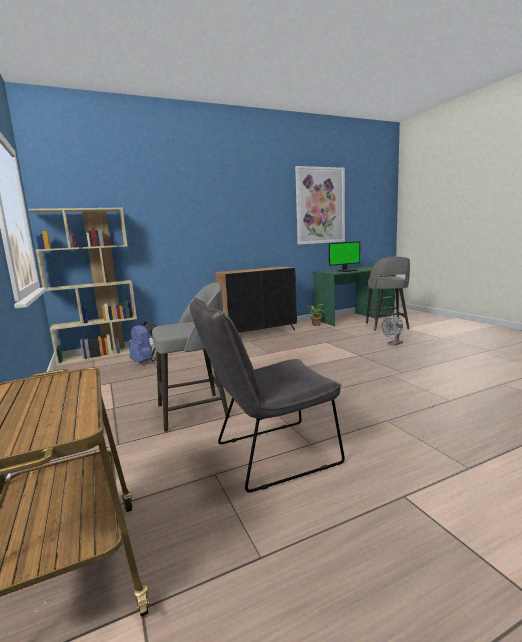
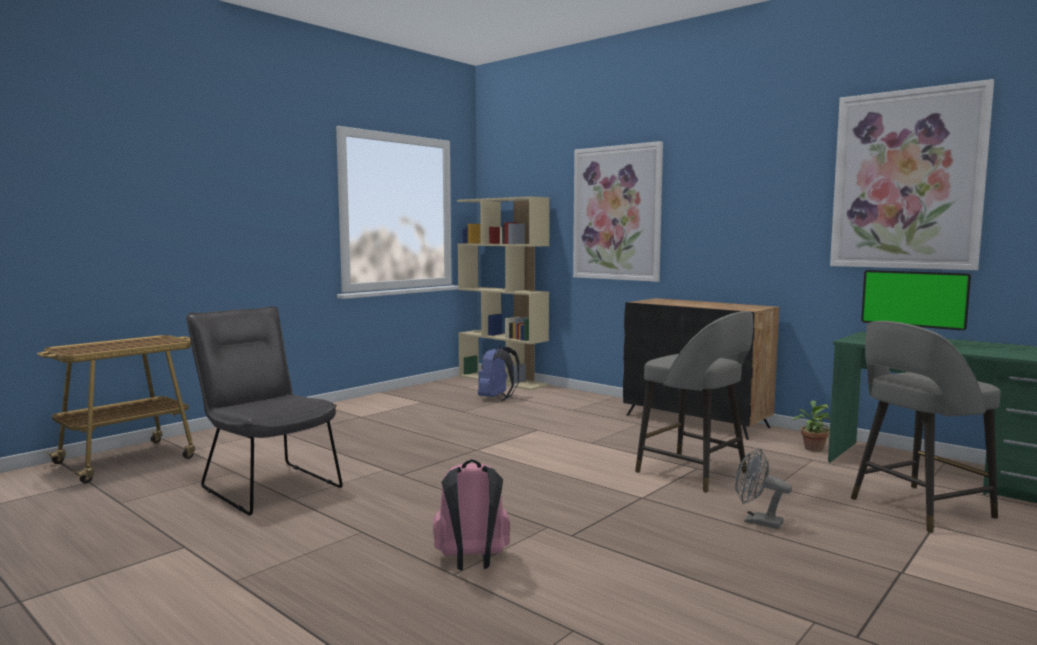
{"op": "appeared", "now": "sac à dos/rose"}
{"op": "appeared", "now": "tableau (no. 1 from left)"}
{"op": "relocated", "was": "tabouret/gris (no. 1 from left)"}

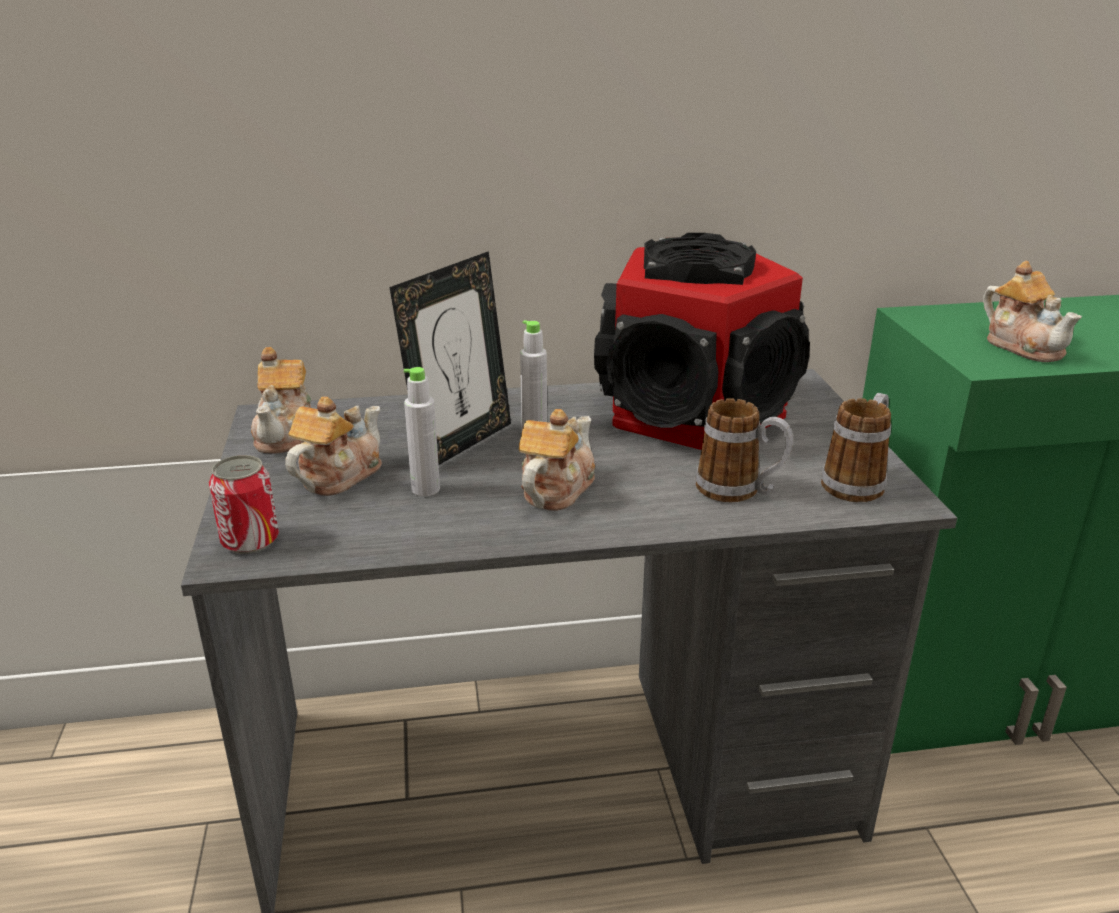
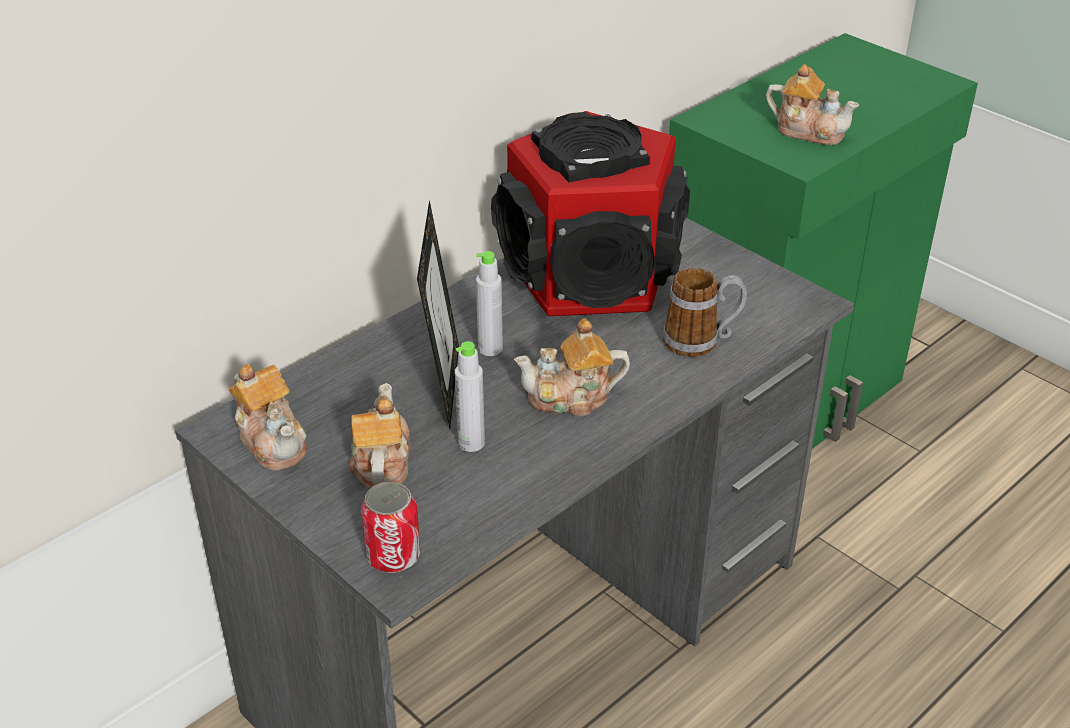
{"op": "missing", "was": "mug (no. 2 from left)"}
{"op": "spun", "was": "théière (no. 3 from left)", "clockwise": -90}

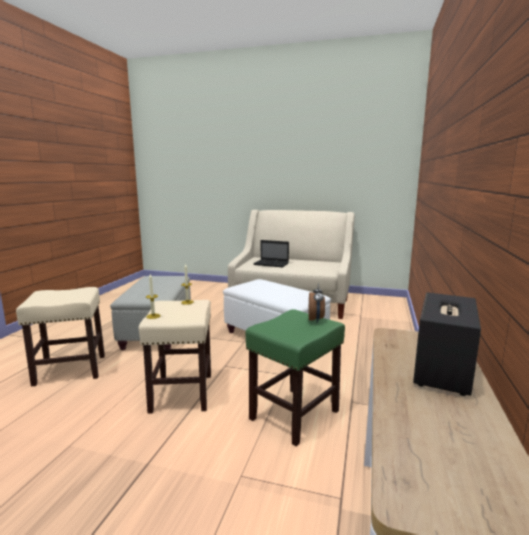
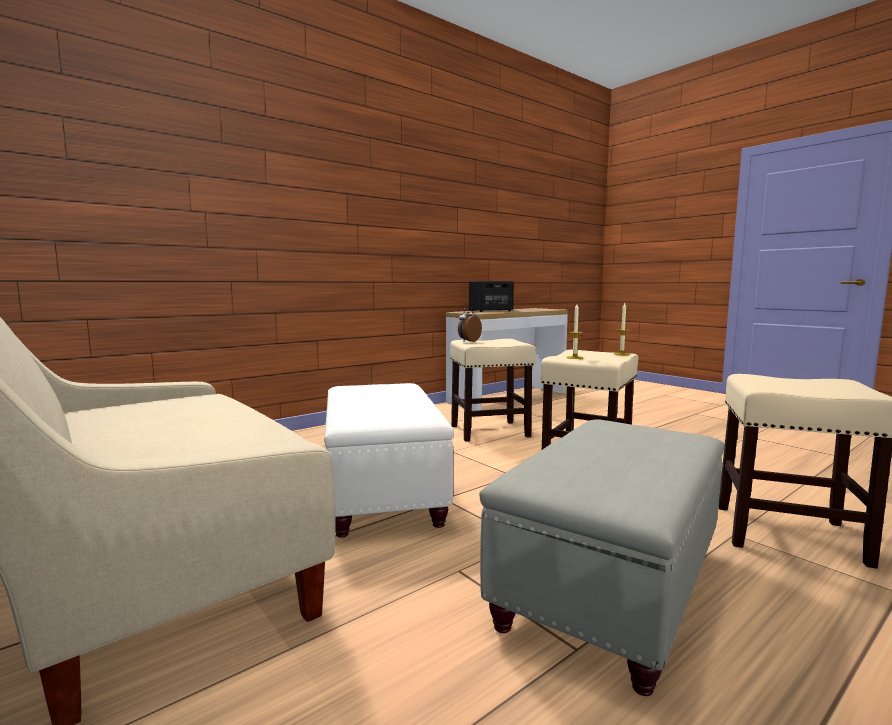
{"op": "missing", "was": "ordinateur portable"}
{"op": "colour", "was": "tabouret/vert", "now": "tabouret/beige (no. 1 from left)"}

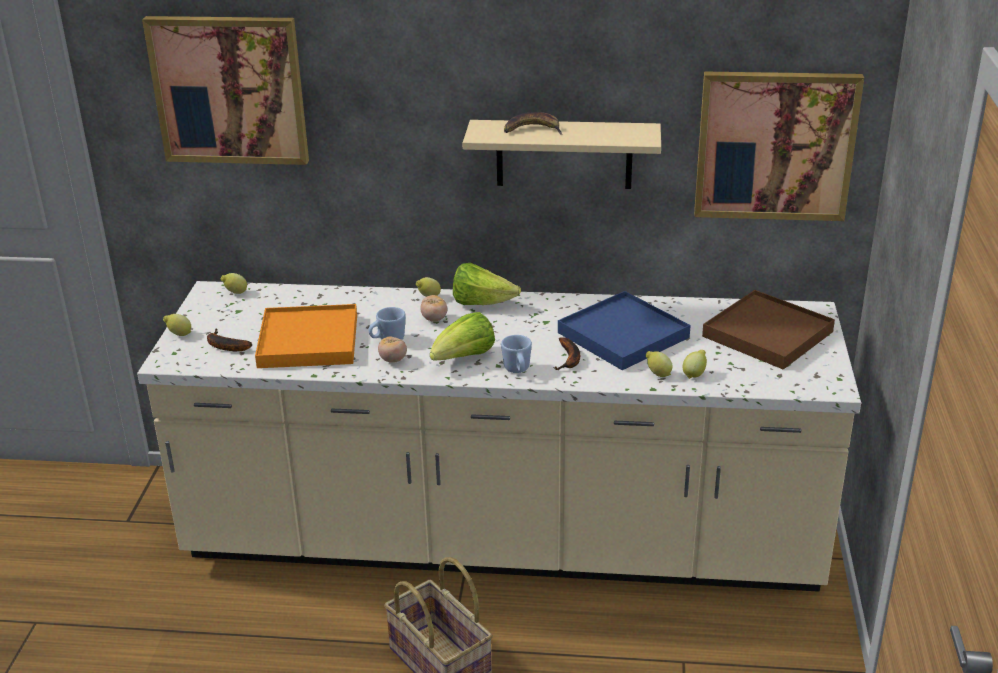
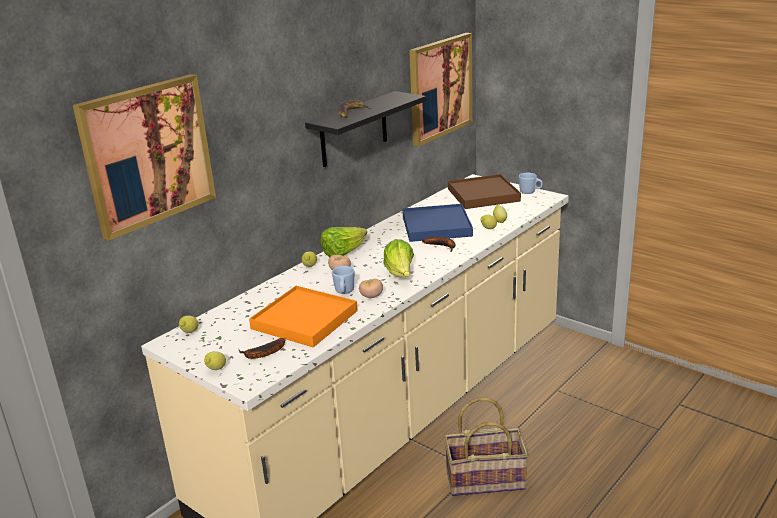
{"op": "relocated", "was": "mug/bleu (no. 2 from left)"}
{"op": "colour", "was": "étagère/beige", "now": "étagère/noir"}

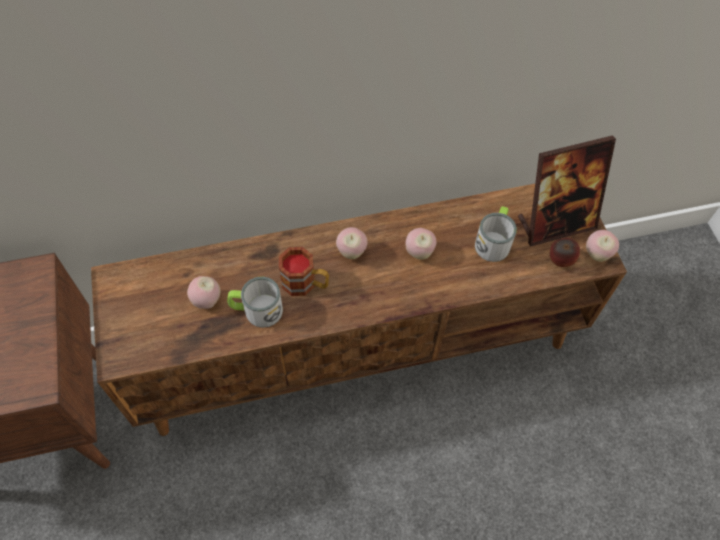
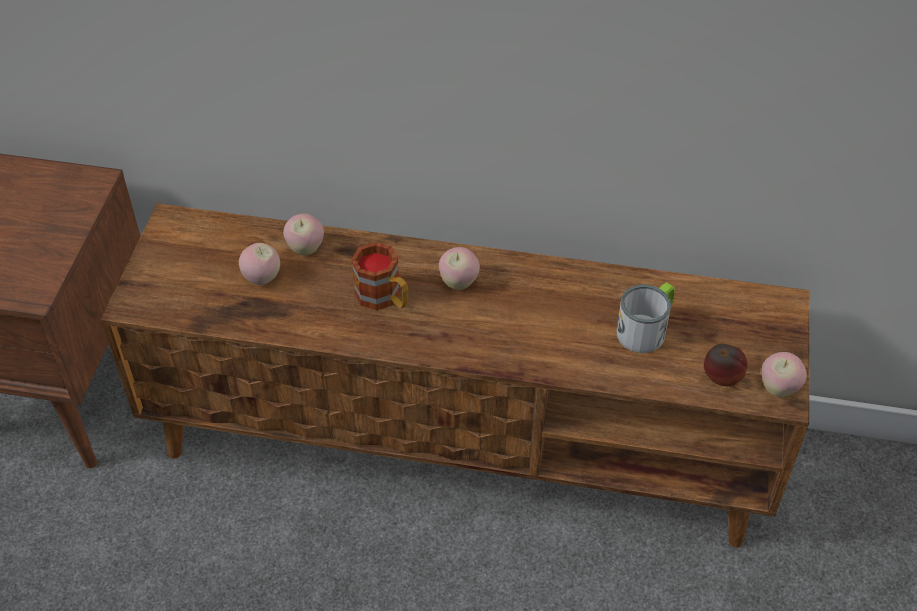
{"op": "missing", "was": "mug (no. 1 from left)"}
{"op": "missing", "was": "cadre photo"}
{"op": "relocated", "was": "pomme (no. 3 from left in the first image)", "now": "pomme (no. 2 from left)"}

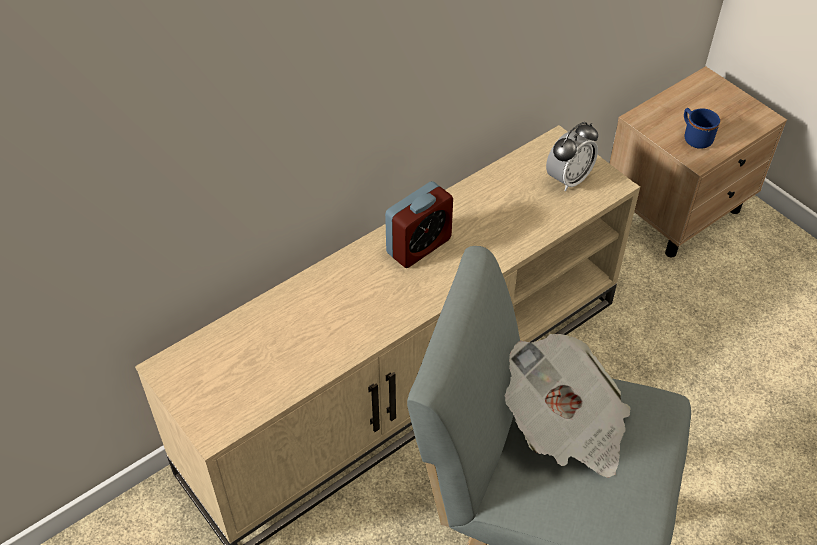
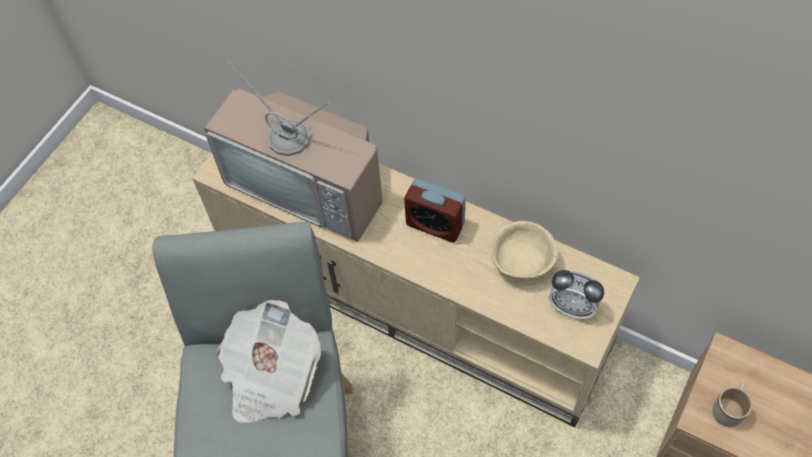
{"op": "appeared", "now": "téléviseur"}
{"op": "appeared", "now": "bol/beige"}
{"op": "colour", "was": "mug/bleu", "now": "mug/beige"}

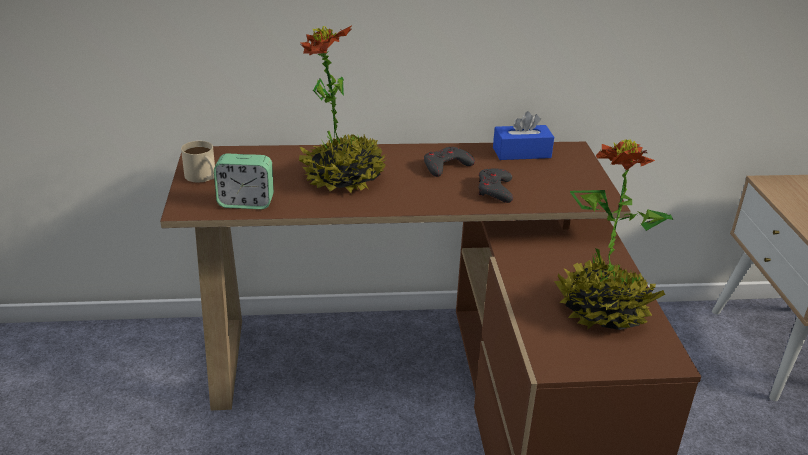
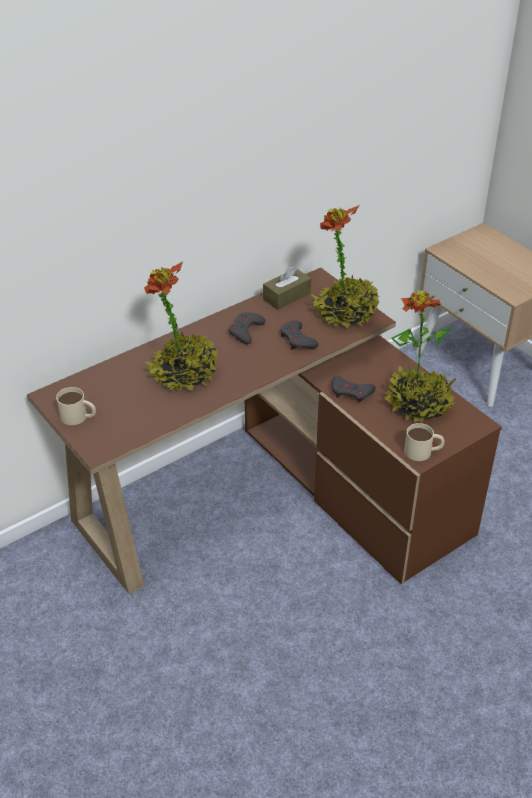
{"op": "missing", "was": "réveil"}
{"op": "appeared", "now": "plante en pot (no. 2 from left)"}
{"op": "appeared", "now": "manette/gris (no. 3 from left)"}
{"op": "appeared", "now": "mug/beige (no. 2 from left)"}
{"op": "colour", "was": "boîte à mouchoirs/bleu", "now": "boîte à mouchoirs/marron"}

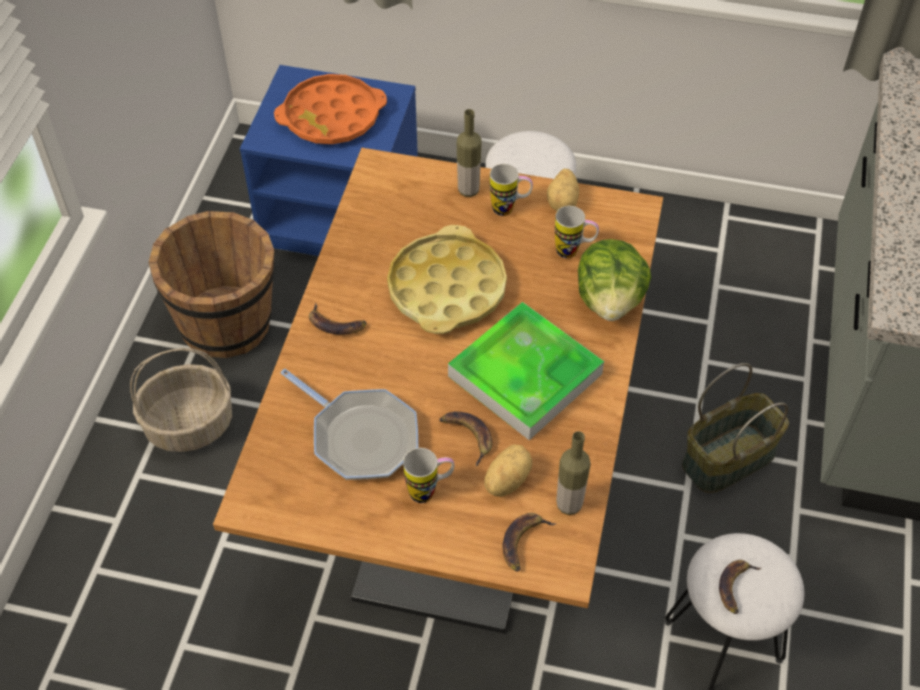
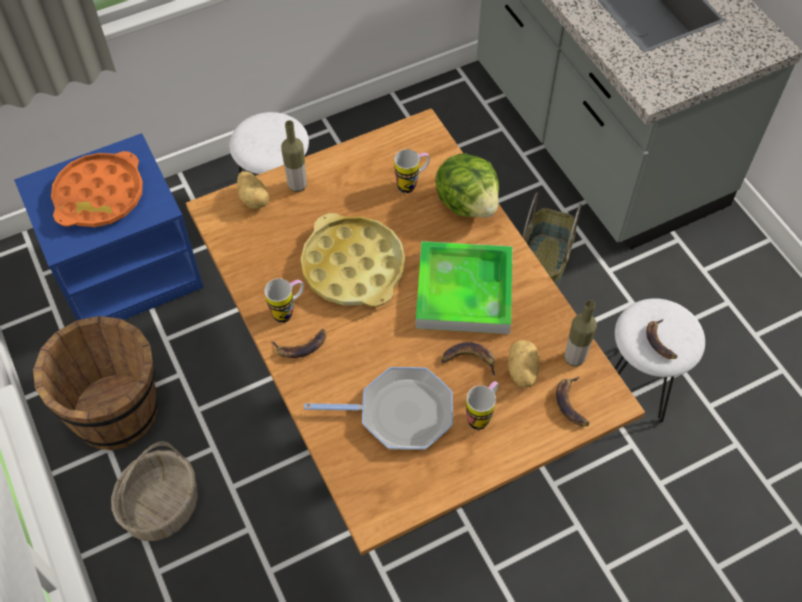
{"op": "relocated", "was": "mug (no. 2 from left in the first image)", "now": "mug (no. 1 from left)"}
{"op": "relocated", "was": "pomme de terre (no. 2 from left in the first image)", "now": "pomme de terre (no. 1 from left)"}

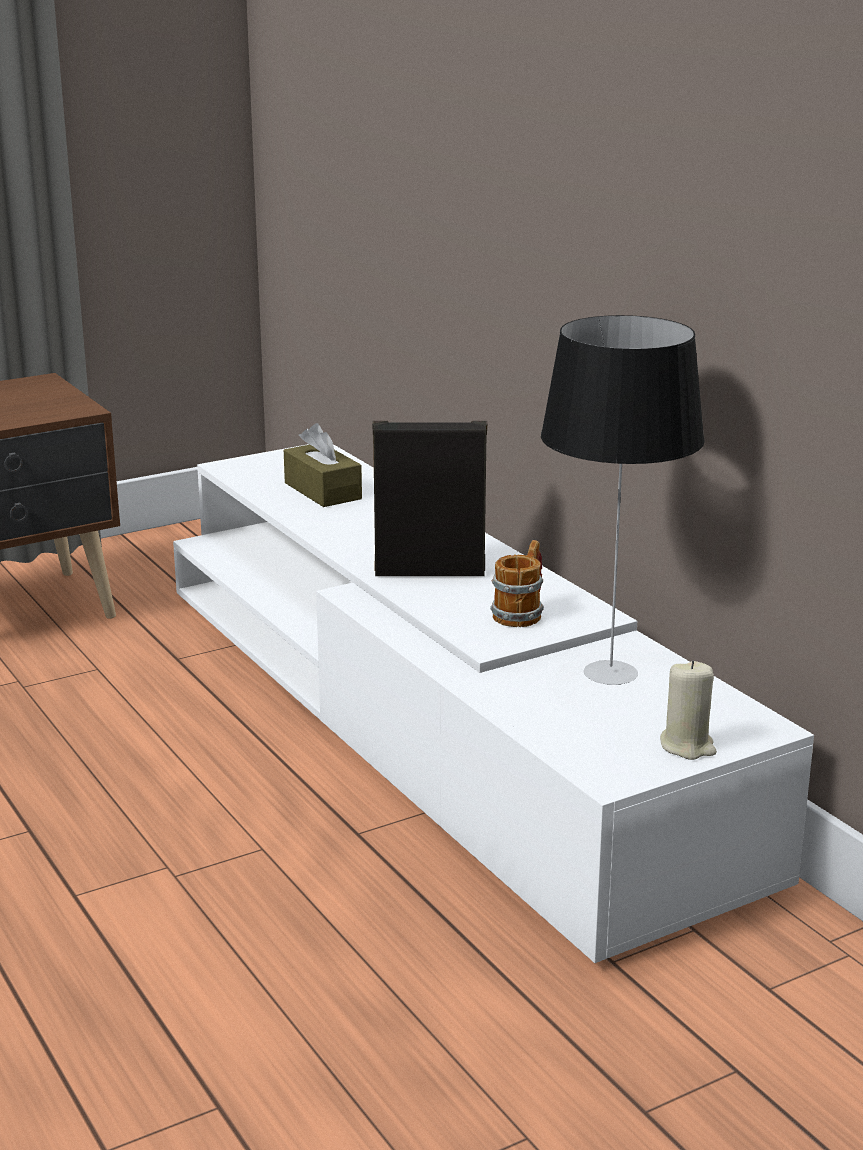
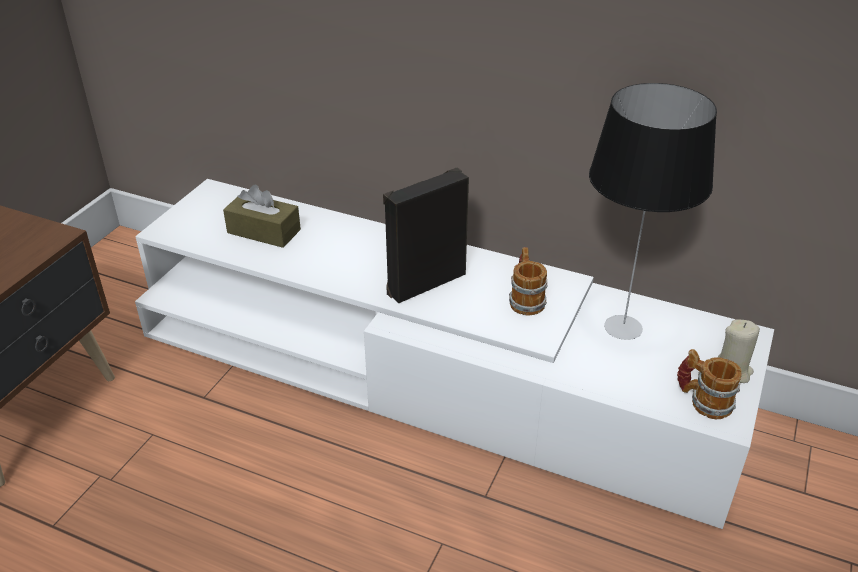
{"op": "appeared", "now": "mug (no. 2 from left)"}

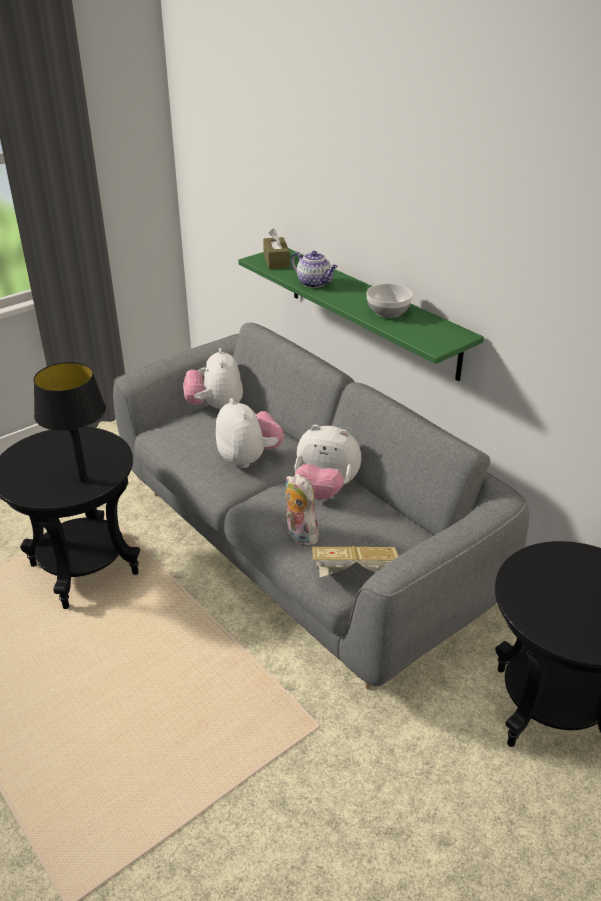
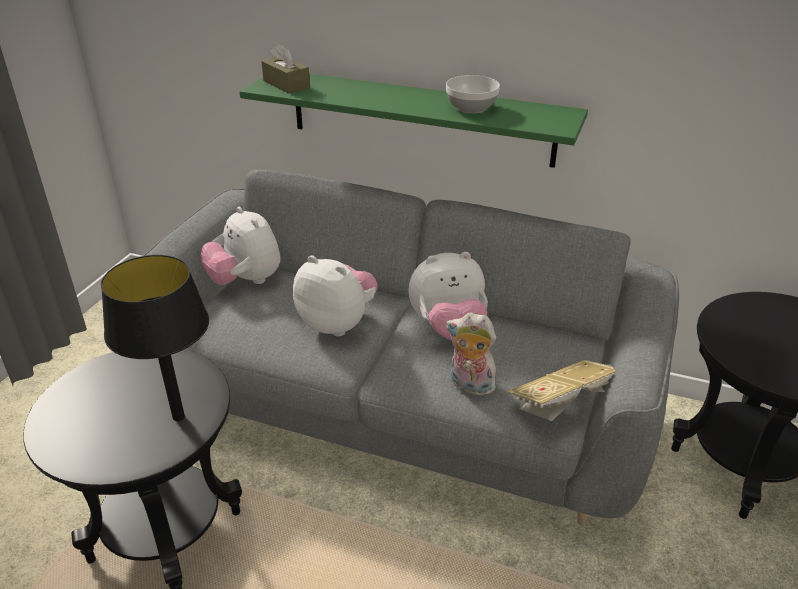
{"op": "missing", "was": "théière"}

